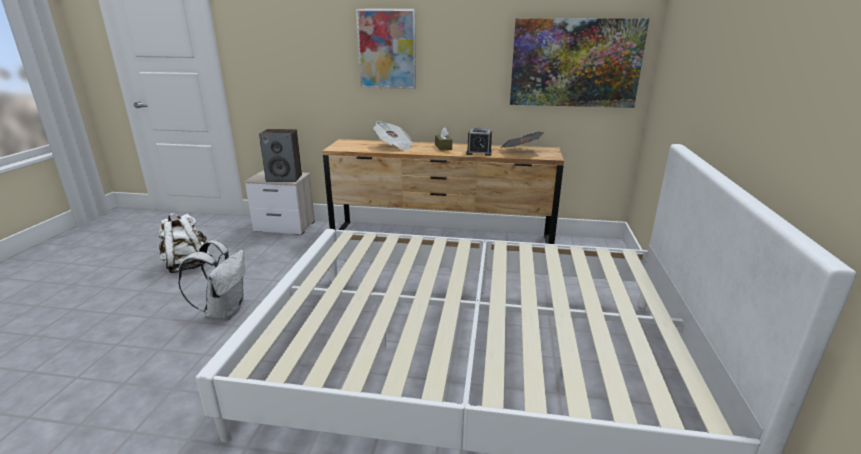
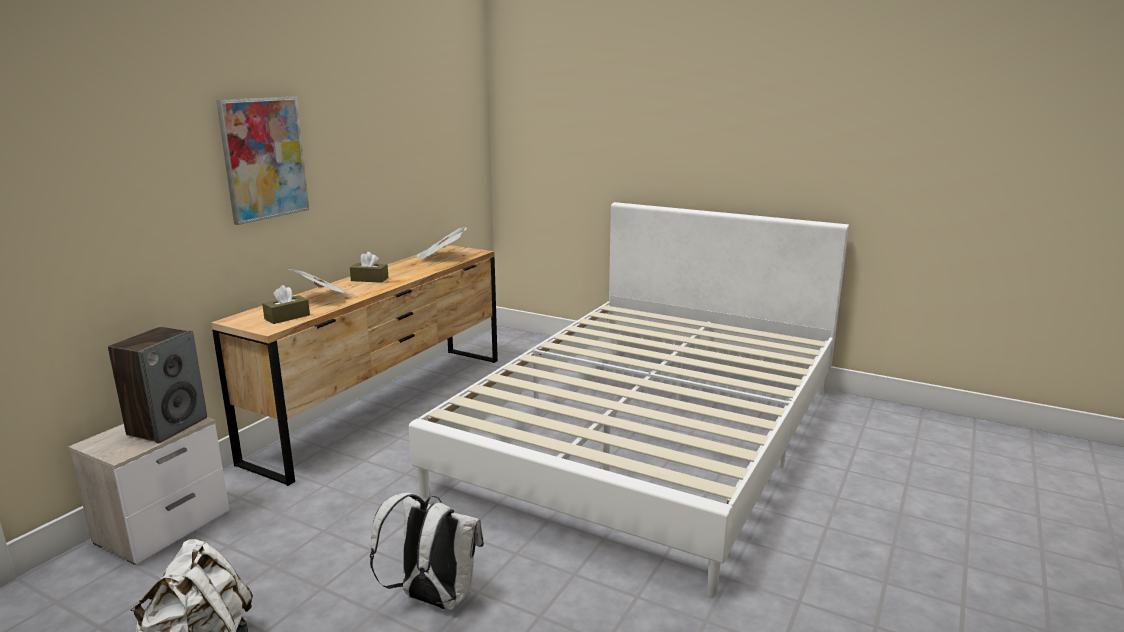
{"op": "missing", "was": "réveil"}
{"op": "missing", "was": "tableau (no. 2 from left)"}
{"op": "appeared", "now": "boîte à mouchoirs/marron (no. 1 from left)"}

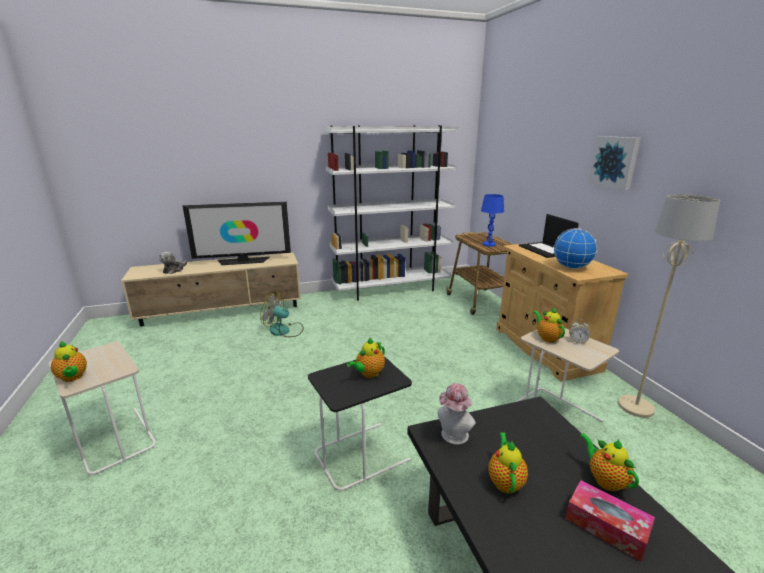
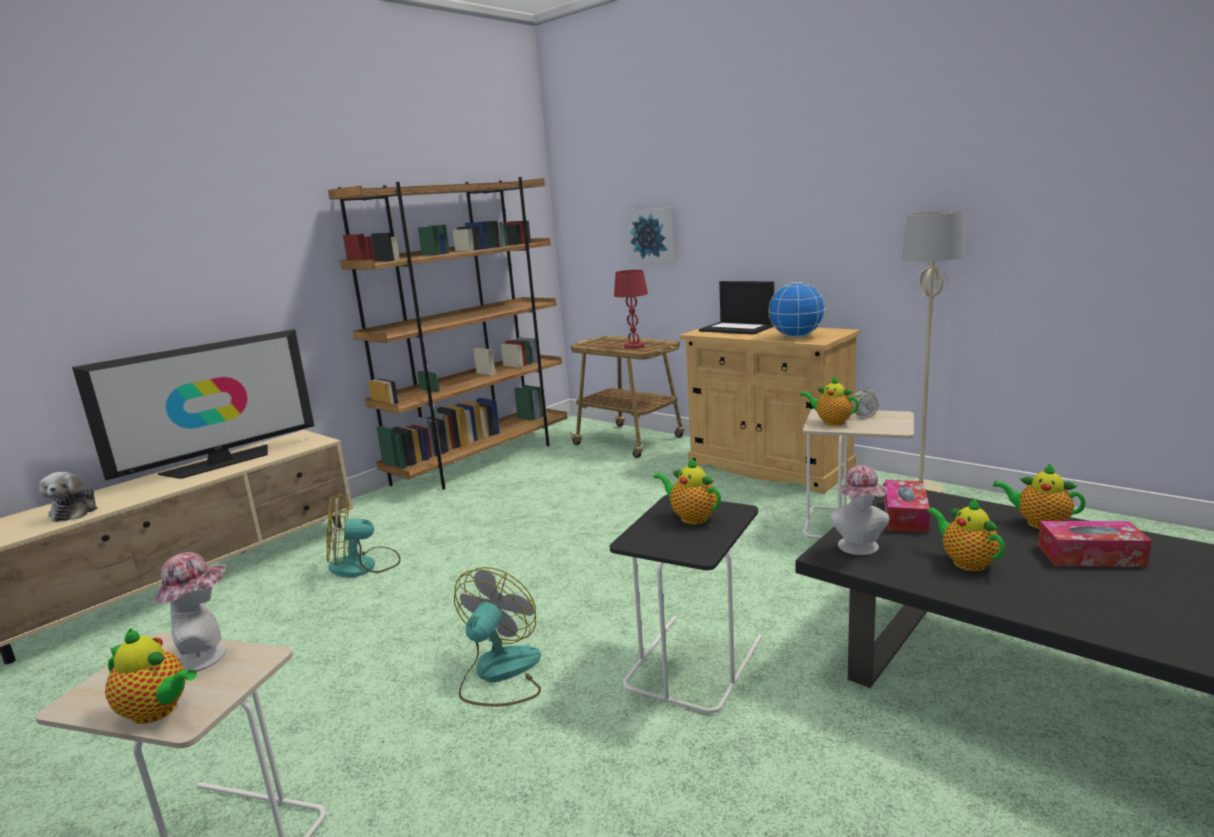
{"op": "appeared", "now": "chapeau (no. 1 from left)"}
{"op": "appeared", "now": "ventilateur (no. 2 from left)"}
{"op": "appeared", "now": "boîte à mouchoirs (no. 1 from left)"}
{"op": "relocated", "was": "tableau"}
{"op": "colour", "was": "bibliothèque/blanc", "now": "bibliothèque/marron"}
{"op": "colour", "was": "lampe de table/bleu", "now": "lampe de table/rouge"}
{"op": "spun", "was": "théière (no. 2 from left)", "clockwise": 120}

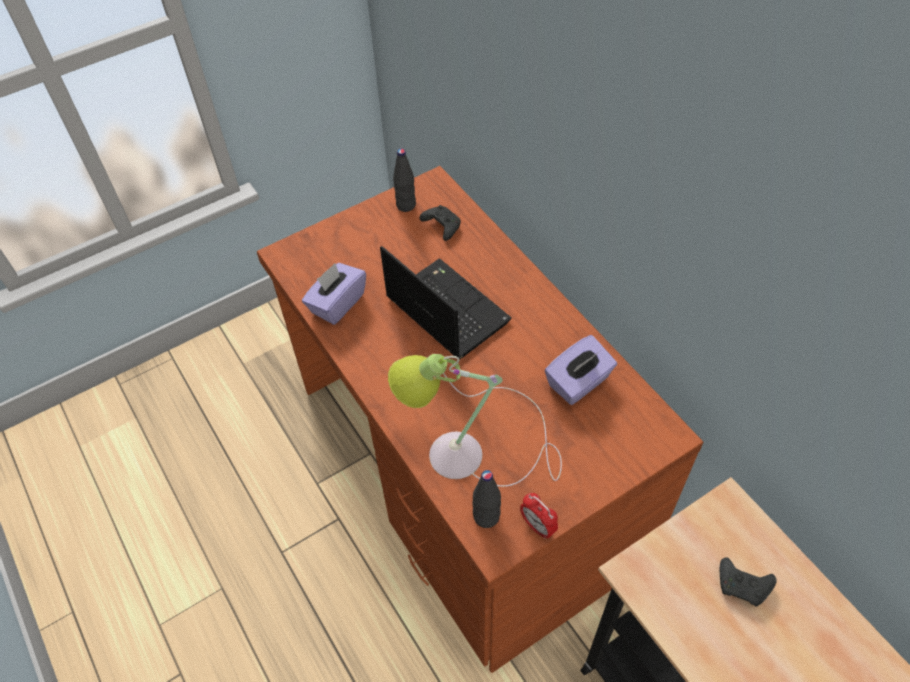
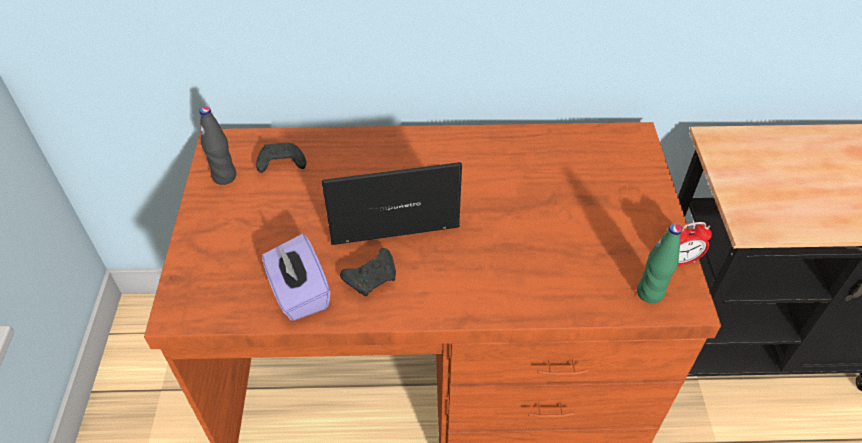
{"op": "missing", "was": "lampe de table"}
{"op": "missing", "was": "boîte à mouchoirs/violet (no. 2 from left)"}
{"op": "relocated", "was": "manette/noir (no. 2 from left)"}
{"op": "colour", "was": "bouteille/noir (no. 2 from left)", "now": "bouteille/vert"}

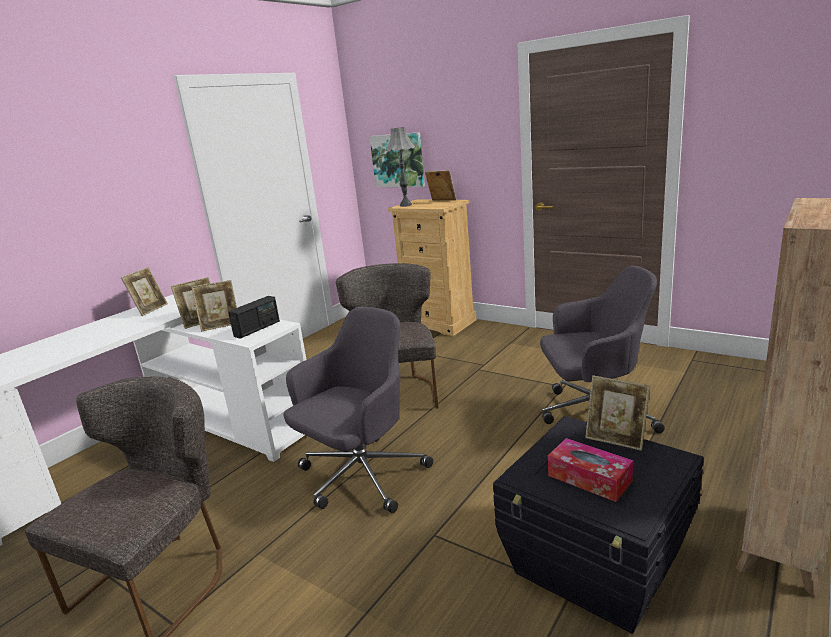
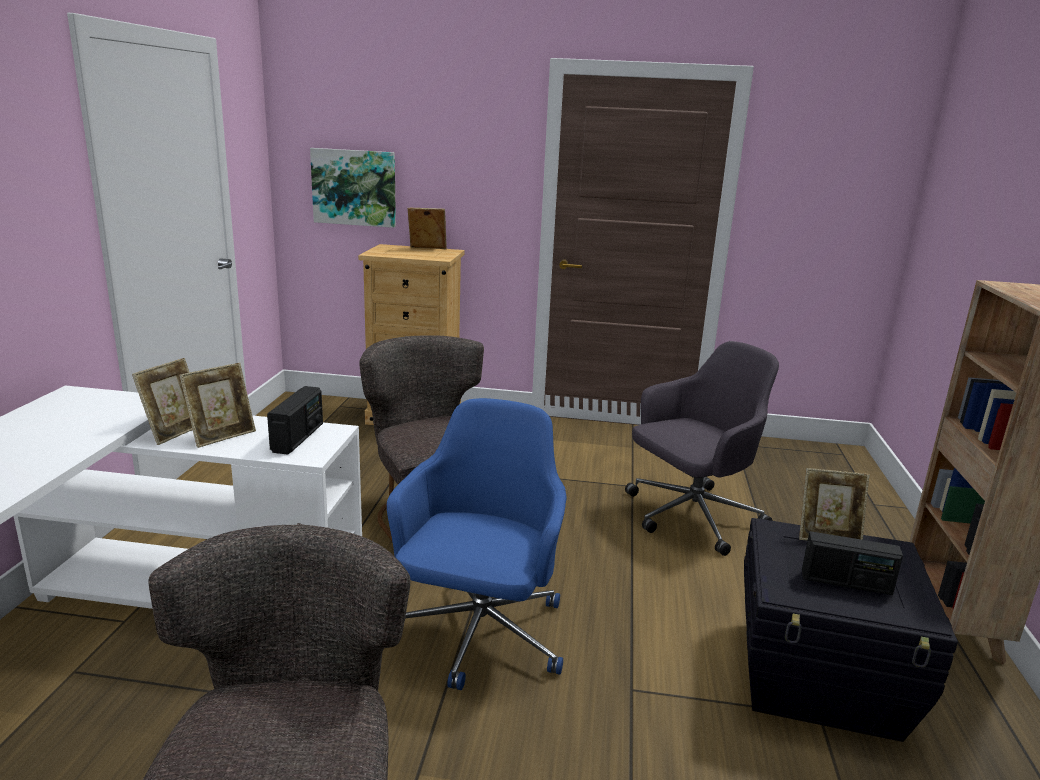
{"op": "missing", "was": "cadre photo (no. 1 from left)"}
{"op": "missing", "was": "lampe de table/gris"}
{"op": "exchanged", "was": "boîte à mouchoirs", "now": "radio (no. 2 from left)"}
{"op": "colour", "was": "chaise de bureau/gris (no. 1 from left)", "now": "chaise de bureau/bleu"}

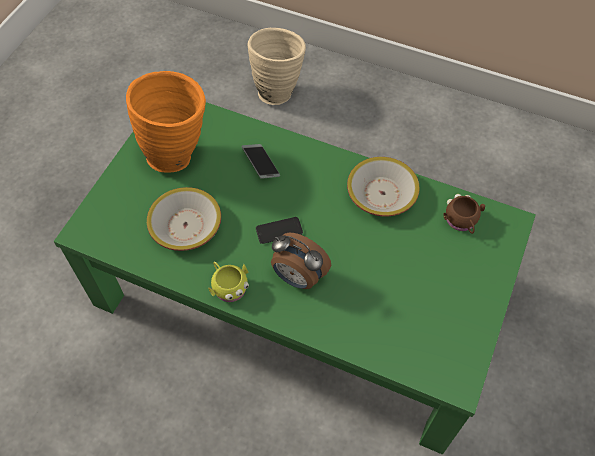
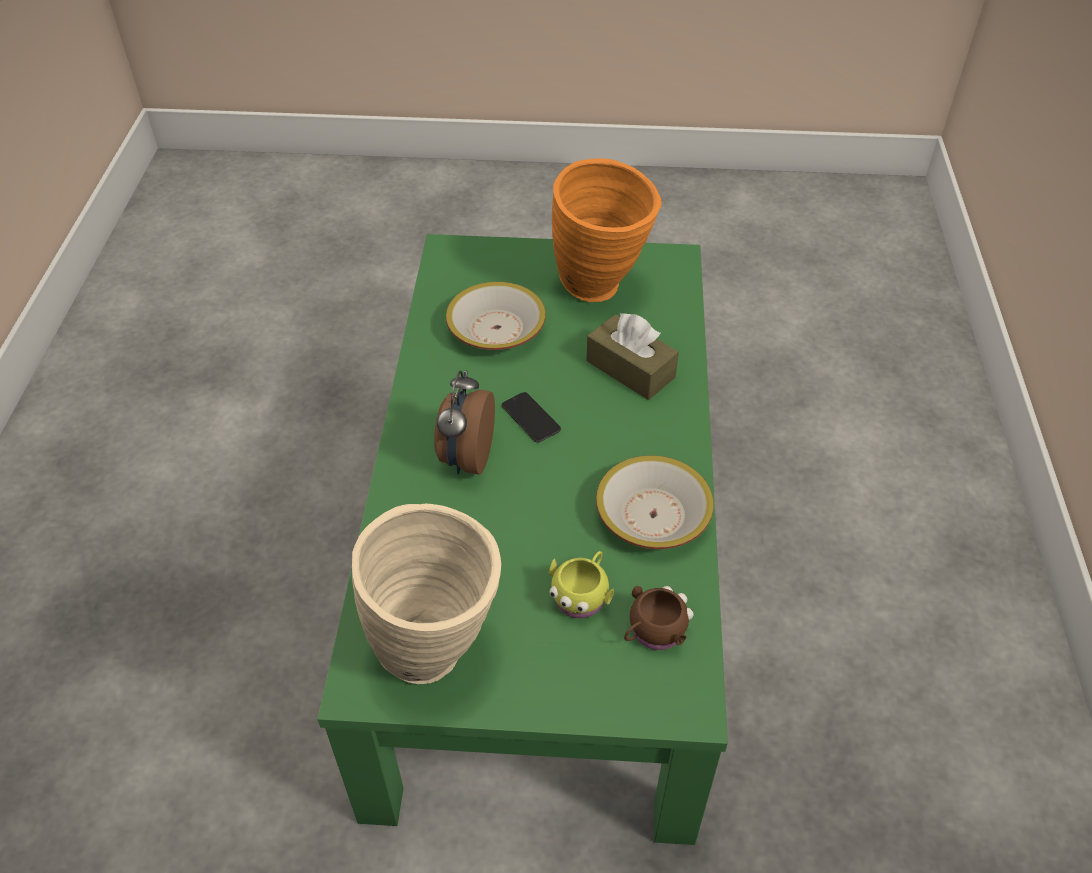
{"op": "relocated", "was": "mug/jaune"}
{"op": "relocated", "was": "vase/beige"}
{"op": "exchanged", "was": "téléphone (no. 1 from left)", "now": "boîte à mouchoirs/marron"}

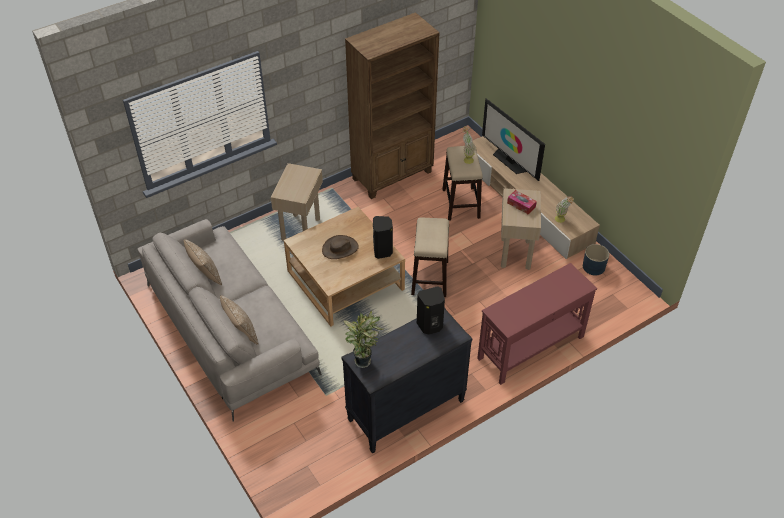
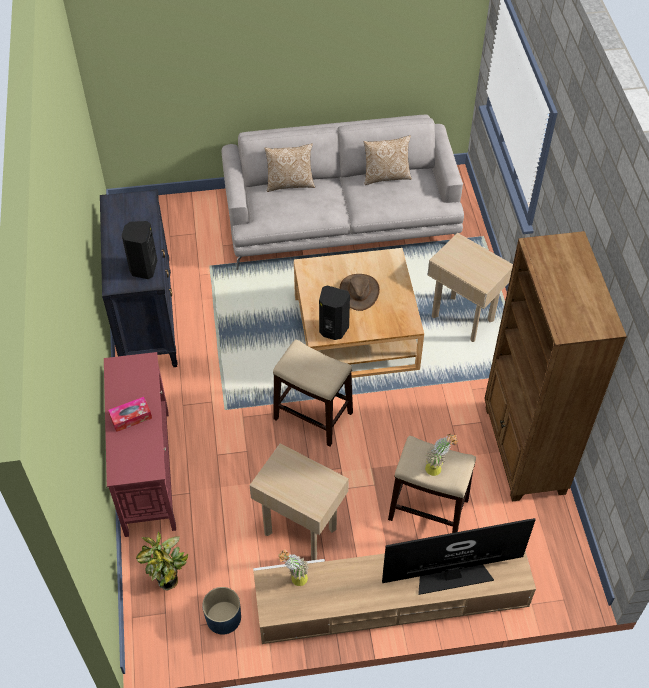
{"op": "relocated", "was": "plante en pot (no. 1 from left)"}
{"op": "relocated", "was": "boîte à mouchoirs"}

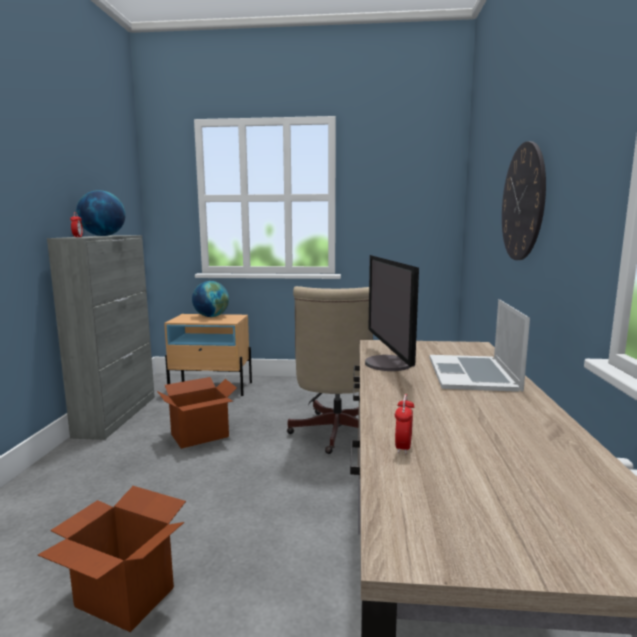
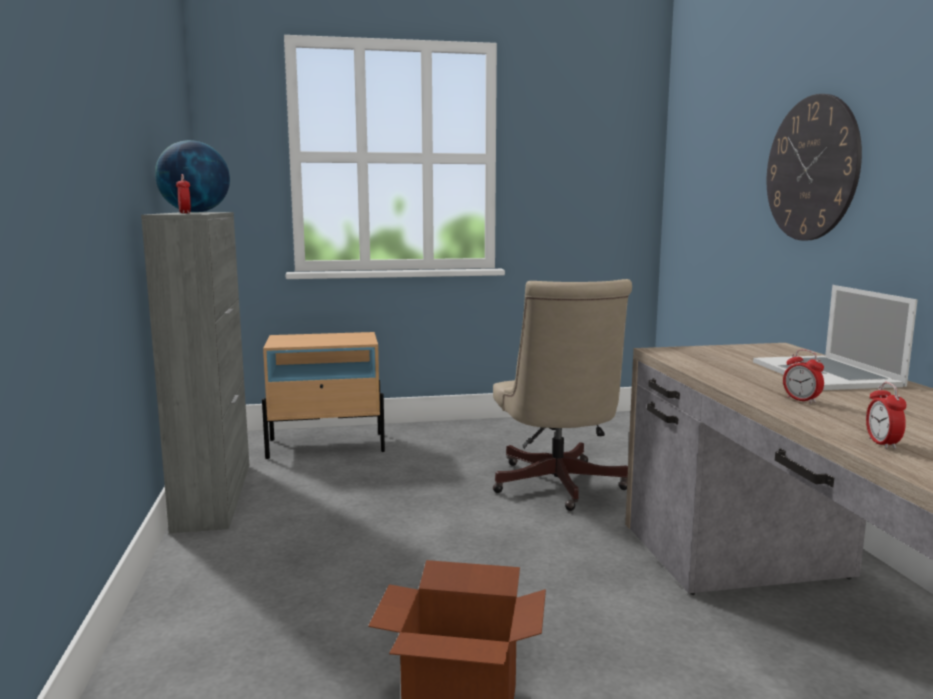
{"op": "missing", "was": "carton (no. 2 from left)"}
{"op": "missing", "was": "globe (no. 2 from left)"}
{"op": "missing", "was": "écran d'ordinateur"}
{"op": "appeared", "now": "réveil (no. 2 from left)"}

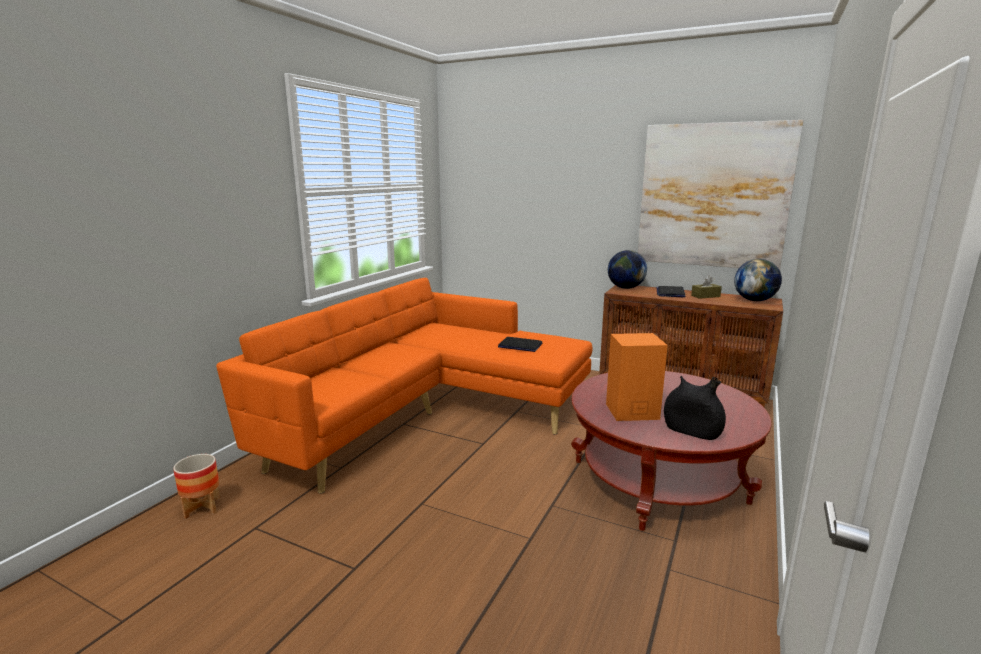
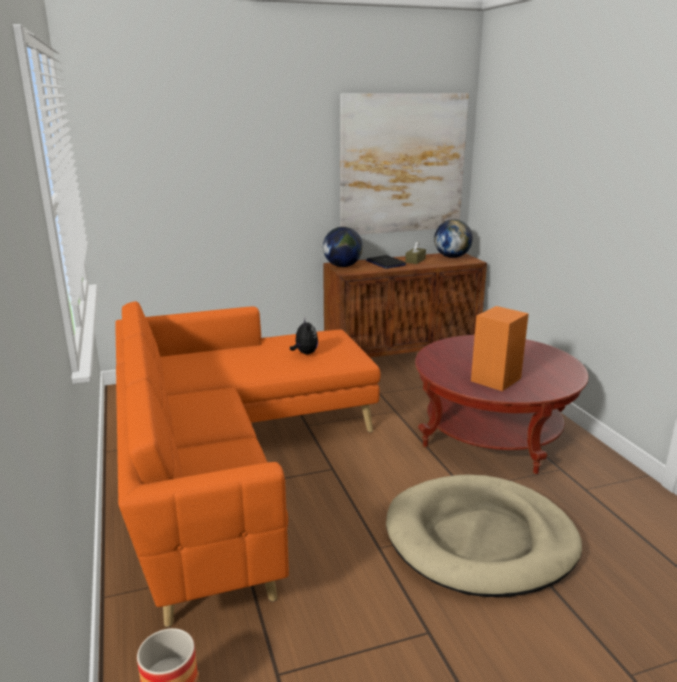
{"op": "missing", "was": "vase/noir"}
{"op": "appeared", "now": "panier pour chien/beige"}
{"op": "exchanged", "was": "ordinateur portable (no. 1 from left)", "now": "peluche"}

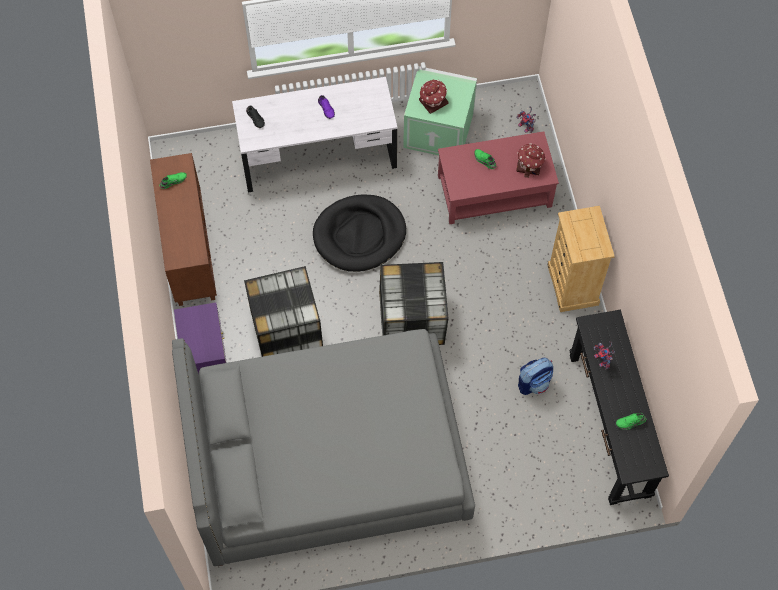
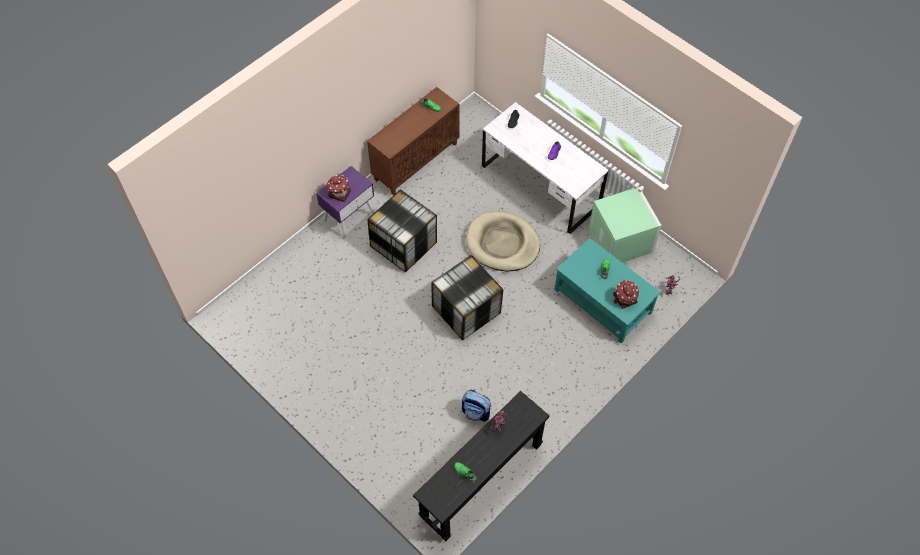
{"op": "missing", "was": "lit/gris"}
{"op": "missing", "was": "commode/beige"}
{"op": "relocated", "was": "maison miniature (no. 1 from left)"}
{"op": "colour", "was": "panier pour chien/noir", "now": "panier pour chien/beige"}
{"op": "colour", "was": "table basse/rouge", "now": "table basse/turquoise"}

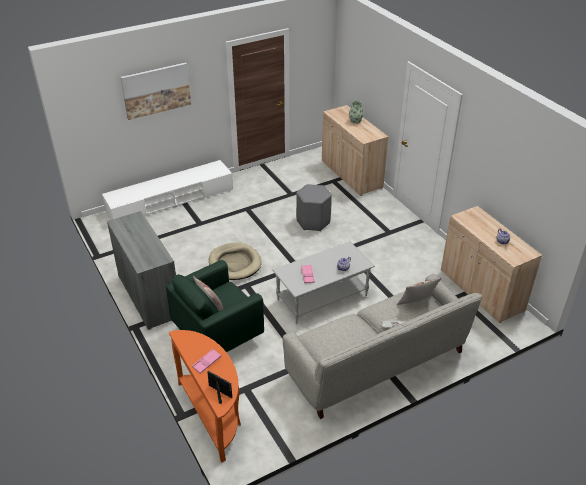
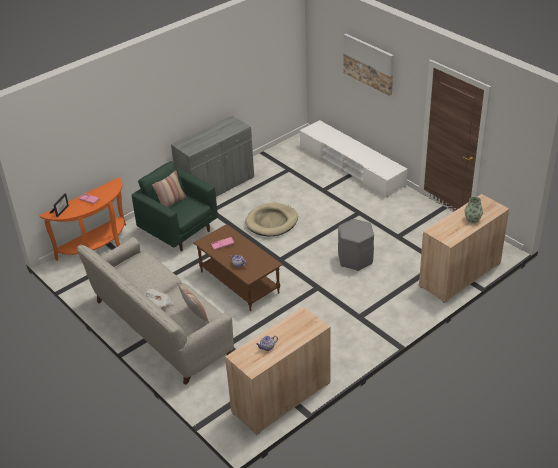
{"op": "colour", "was": "table basse/gris", "now": "table basse/marron"}

